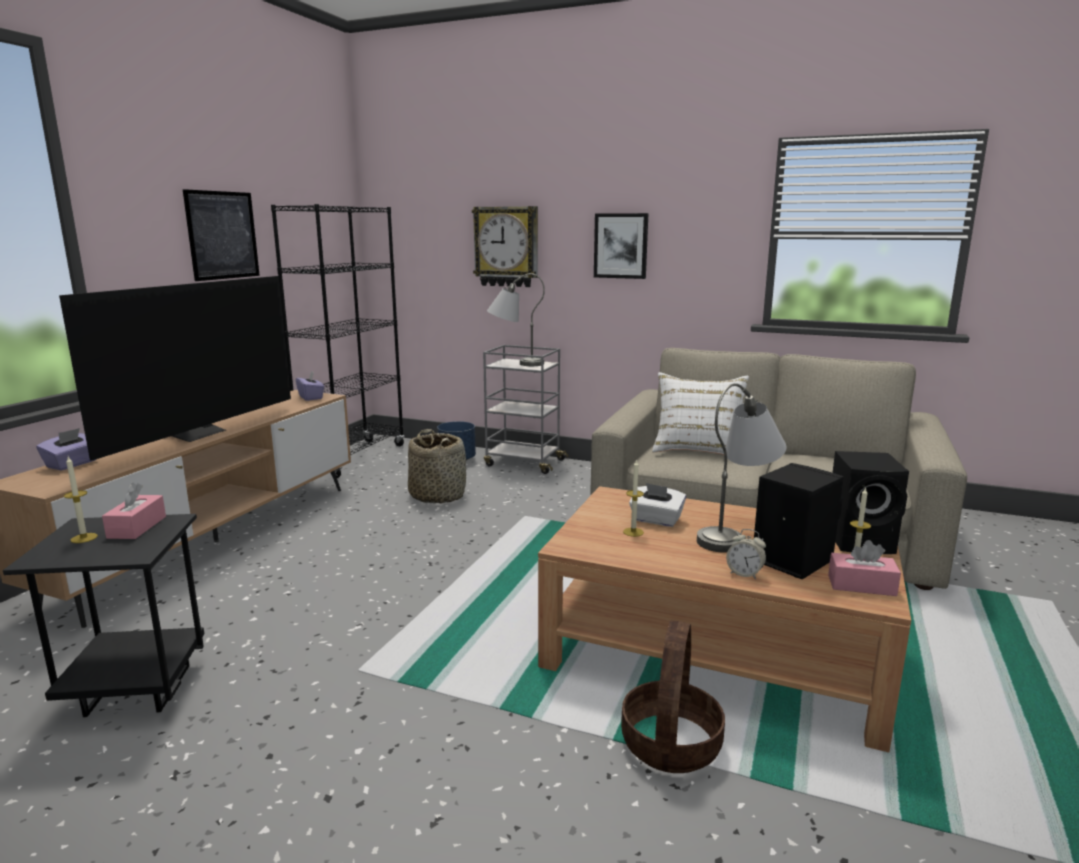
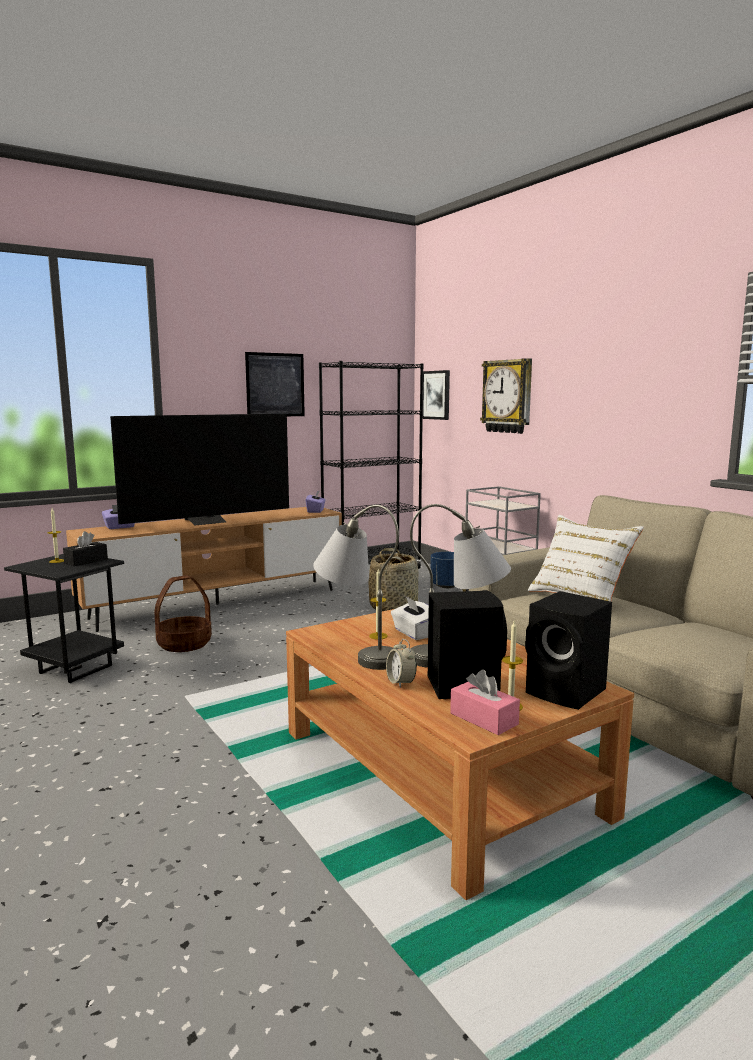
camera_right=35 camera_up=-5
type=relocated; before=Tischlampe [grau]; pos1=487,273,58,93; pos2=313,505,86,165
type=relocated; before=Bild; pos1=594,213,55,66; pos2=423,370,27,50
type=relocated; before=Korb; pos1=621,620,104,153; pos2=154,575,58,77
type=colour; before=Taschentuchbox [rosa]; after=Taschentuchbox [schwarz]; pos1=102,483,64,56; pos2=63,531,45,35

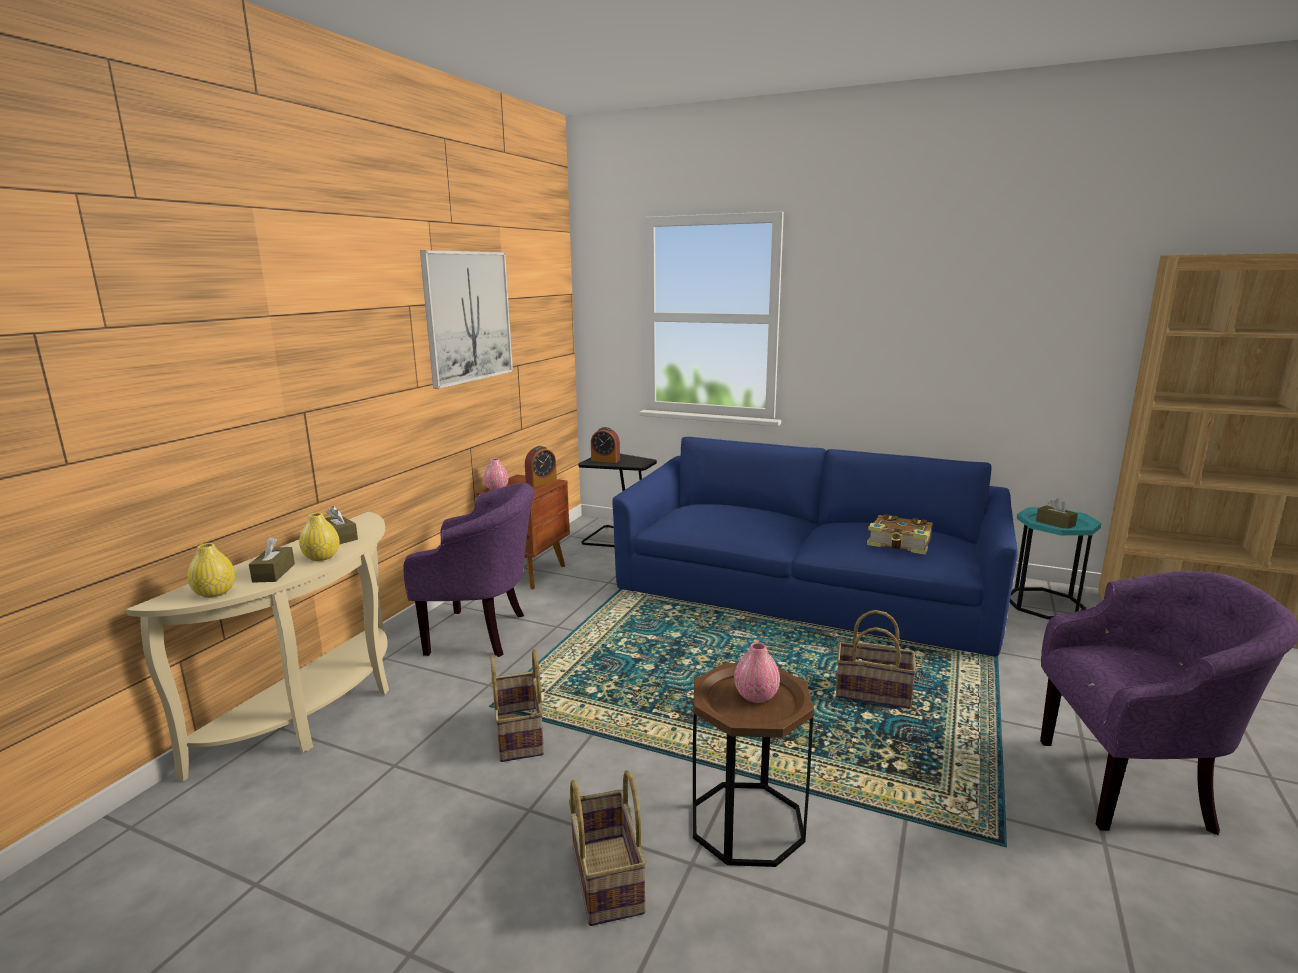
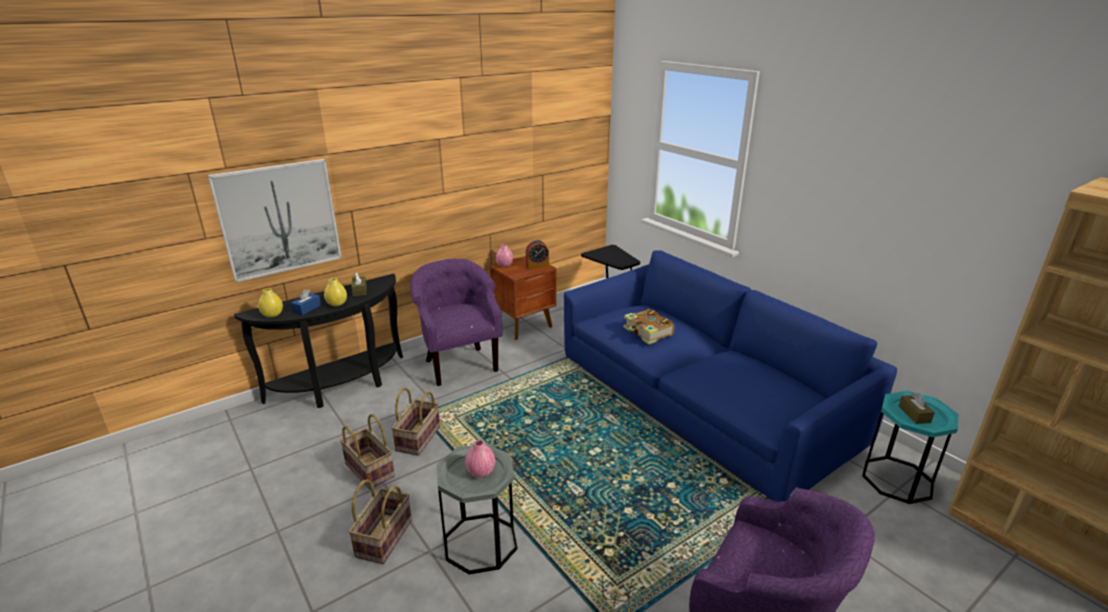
camera_right=30 camera_up=10
type=missing; before=Wecker; pos1=591,427,29,36
type=relocated; before=Bild; pos1=420,250,93,139; pos2=208,159,134,123
type=relocated; before=Korb; pos1=836,610,81,98; pos2=340,414,55,76
type=relocated; before=Buch; pos1=867,514,66,41; pos2=624,309,50,36
type=colour; before=Konsolentisch [beige]; after=Konsolentisch [schwarz]; pos1=126,512,263,269; pos2=234,274,169,134
type=colour; before=Taschentuchbox [braun]; after=Taschentuchbox [blau]; pos1=249,537,46,46; pos2=291,289,30,26
type=colour; before=Beistelltisch [braun]; after=Beistelltisch [grau]; pos1=693,663,121,204; pos2=437,444,80,130
type=spun; before=Sessel [lila]; pos1=403,483,132,174; pos2=410,259,93,127; turn=-150

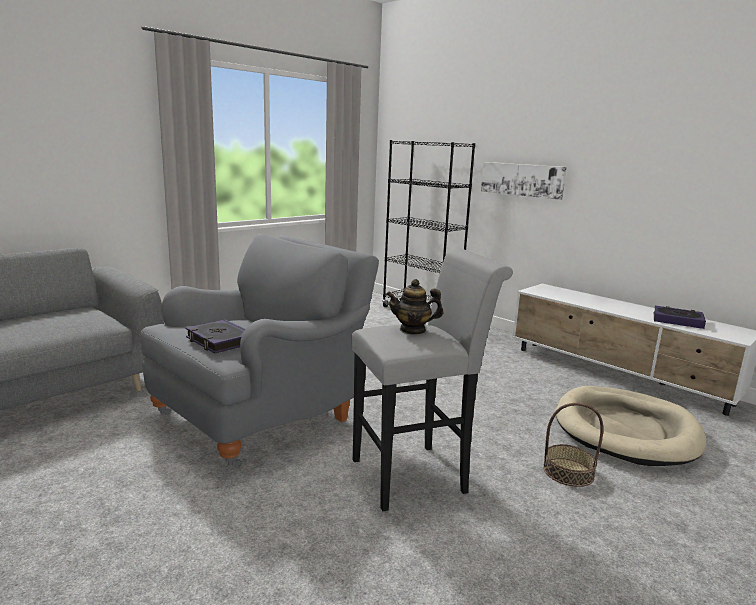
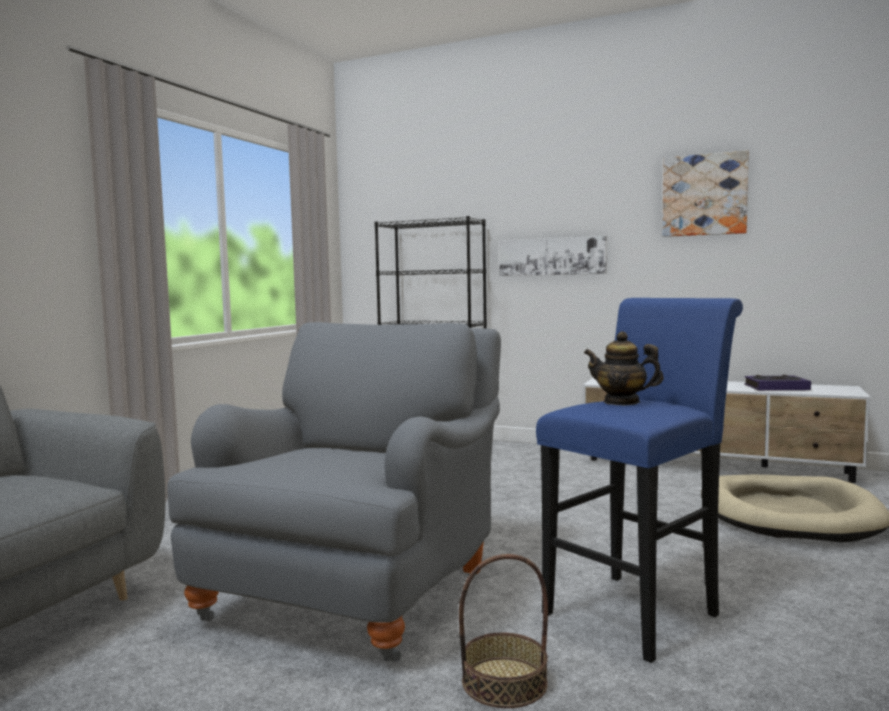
camera_right=-20 camera_up=-10
type=missing; before=Buch; pos1=186,319,59,35
type=appeared; after=Bild; pos2=662,150,87,87
type=relocated; before=Korb; pos1=543,403,60,84; pos2=459,554,89,154
type=colour; before=Hocker [grau]; after=Hocker [blau]; pos1=351,248,162,263; pos2=536,298,207,365
type=spun; before=Teekanne; pos1=386,279,57,56; pos2=584,331,80,74; turn=45

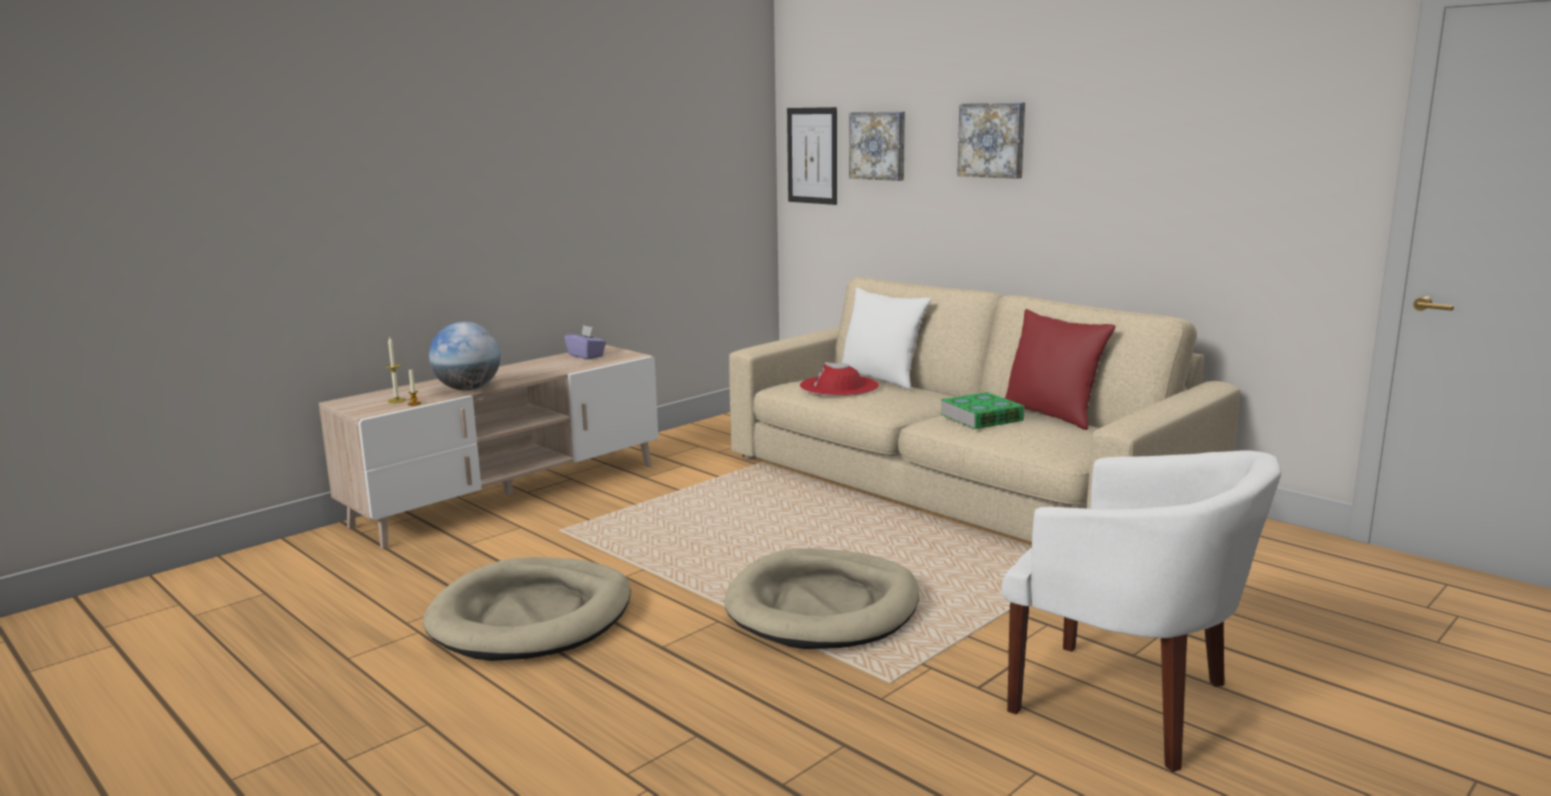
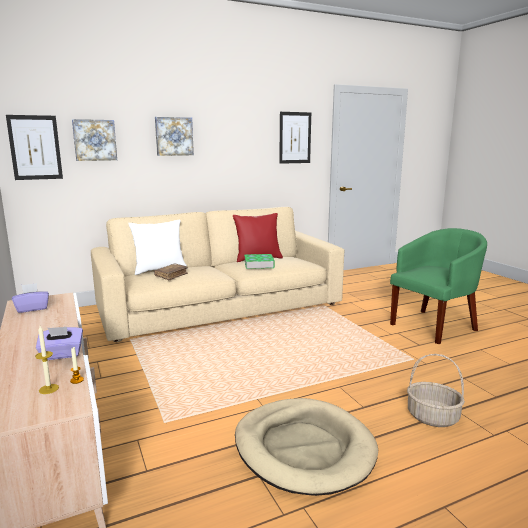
camera_right=-70 camera_up=0
type=missing; before=Hundebett [beige]; pos1=724,548,195,101
type=appeared; after=Bild; pos2=279,112,32,52
type=appeared; after=Korb; pos2=407,354,58,73
type=exchanged; before=Globus; after=Taschentuchbox [lila]; pos1=429,322,72,69; pos2=36,327,47,33
type=exchanged; before=Hut [rot]; after=Buch [braun]; pos1=800,362,79,34; pos2=154,264,34,17
type=colour; before=Sessel [weiß]; after=Sessel [grün]; pos1=1002,450,279,322; pos2=390,228,97,116

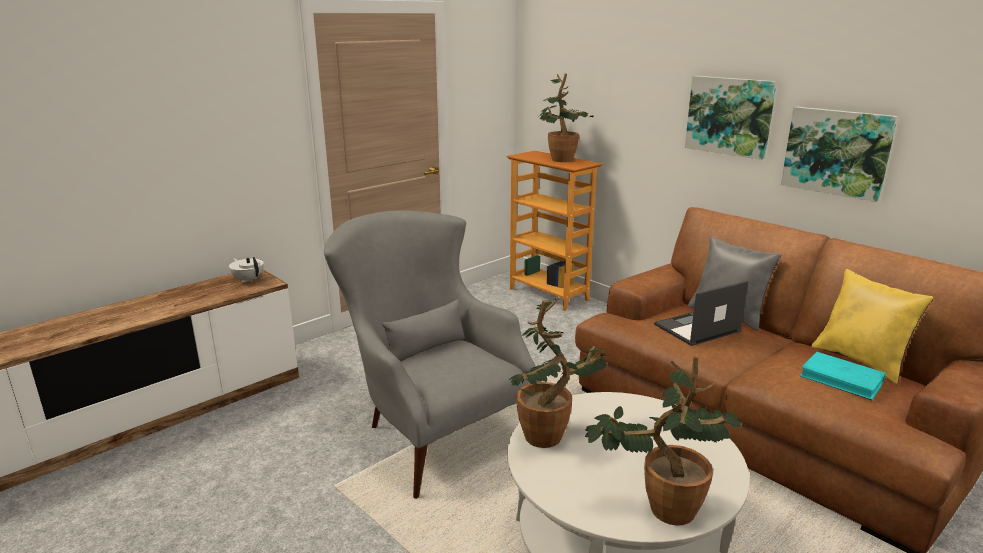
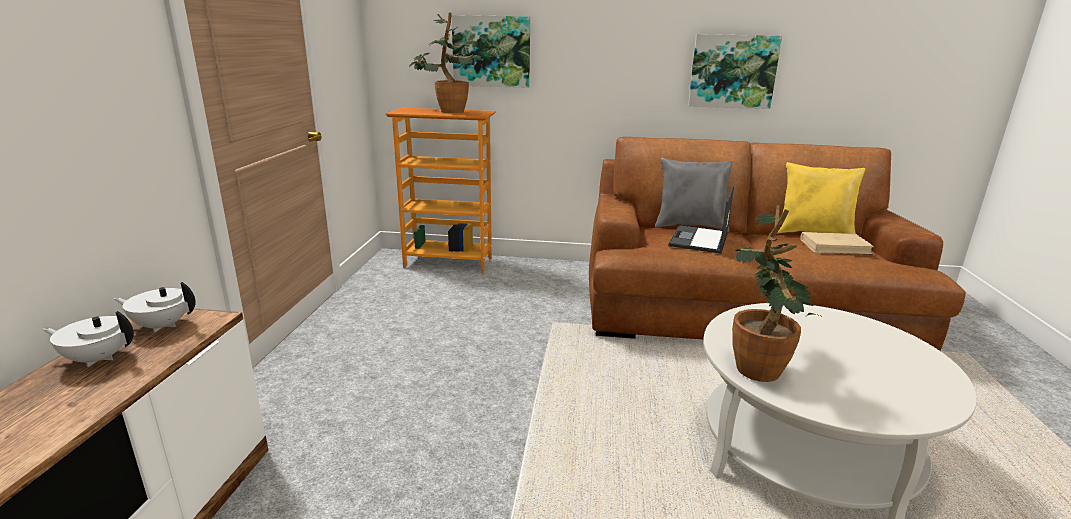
camera_right=-40 camera_up=0
type=missing; before=Sessel [grau]; pos1=324,210,215,289
type=missing; before=Topfpflanze; pos1=585,357,156,169
type=appeared; after=Teekanne [weiß]; pos2=42,311,92,56
type=relocated; before=Bild; pos1=685,76,92,84; pos2=451,15,79,73
type=colour; before=Buch [türkis]; after=Buch [beige]; pos1=800,352,86,48; pos2=800,232,74,23

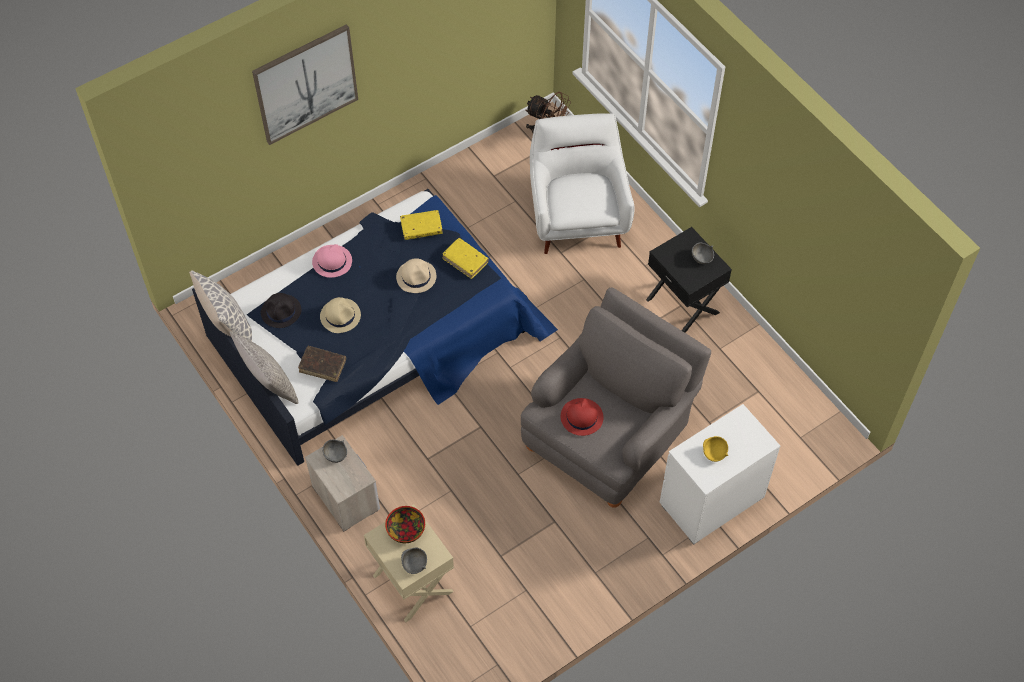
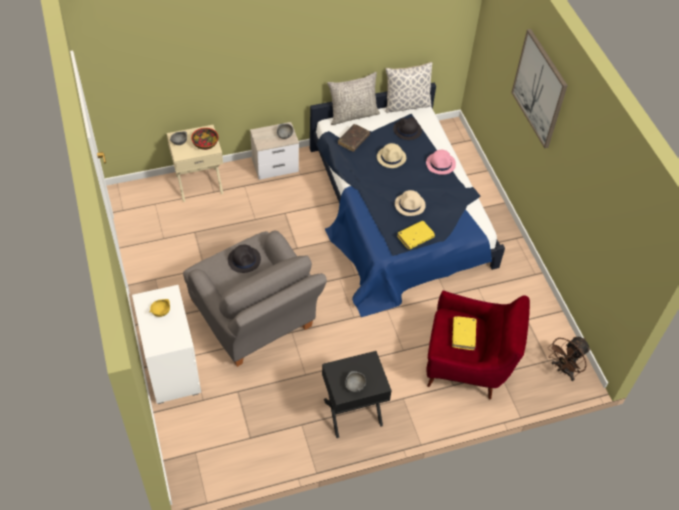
camera_right=105 camera_up=-5
type=relocated; before=Buch [gelb]; pos1=400,210,43,30; pos2=452,317,24,33
type=colour; before=Sessel [weiß]; after=Sessel [rot]; pos1=530,113,104,141; pos2=427,291,103,108
type=colour; before=Hut [rot]; after=Hut [schwarz]; pos1=561,398,42,38; pos2=228,244,33,29

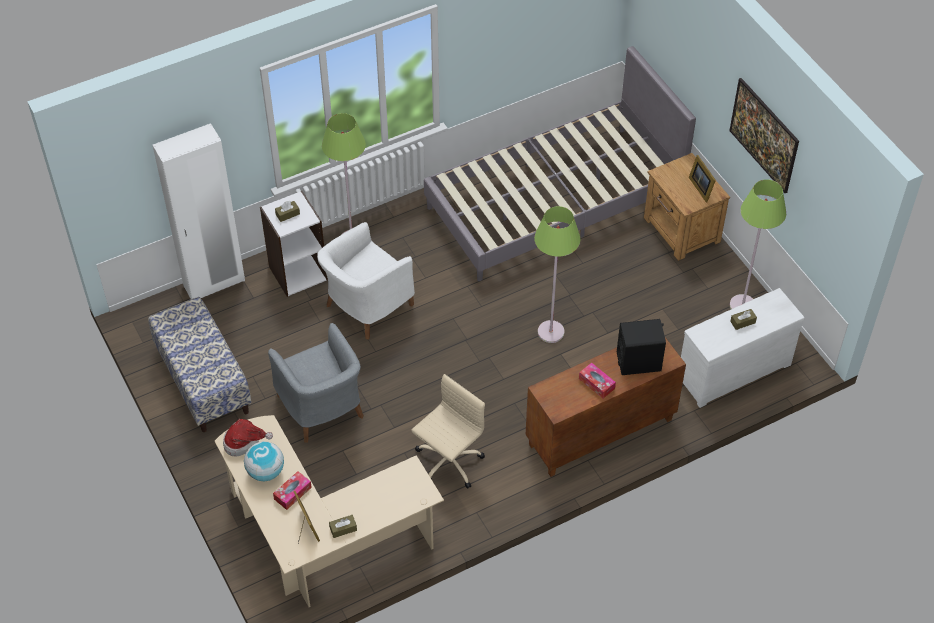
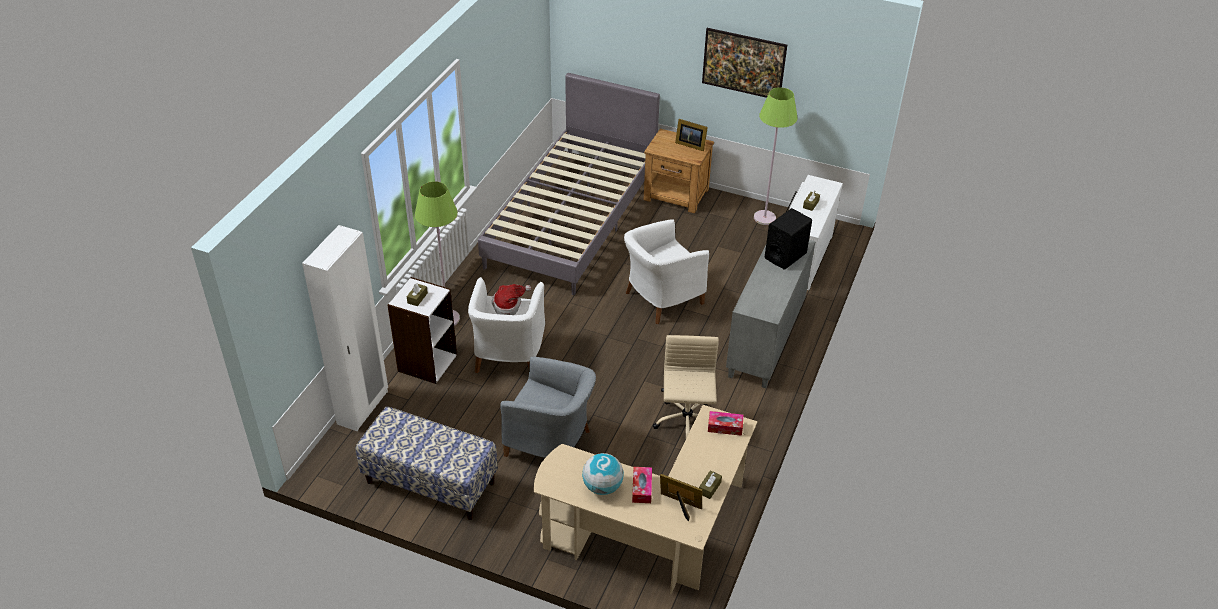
camera_right=-40 camera_up=-10
type=relocated; before=Hut; pos1=223,419,50,38; pos2=492,284,39,31
type=relocated; before=Taschentuchbox; pos1=579,363,37,35; pos2=708,411,36,25
type=exchanged; before=Stehlampe [grün]; after=Sessel [weiß]; pos1=534,206,46,137; pos2=624,219,85,105
type=colour; before=Schrank [braun]; after=Schrank [grau]; pos1=526,337,160,140; pos2=726,240,90,148

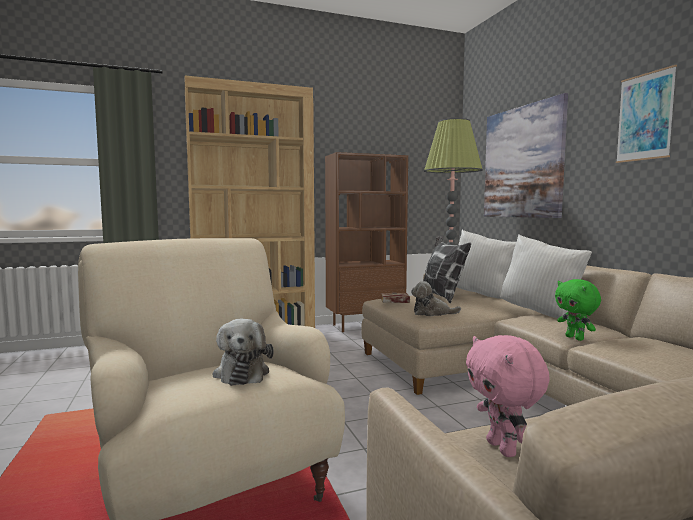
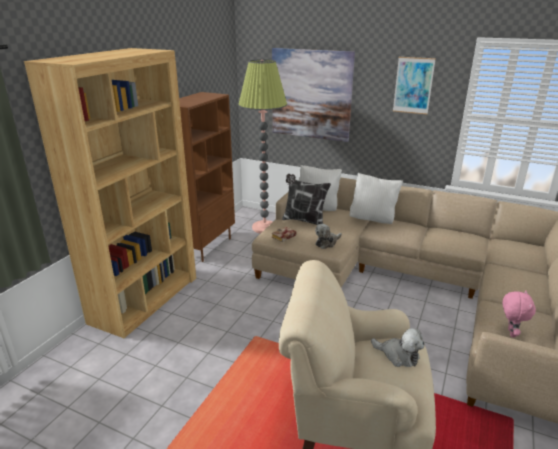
camera_right=-45 camera_up=20
type=missing; before=Plüschtier [grün]; pos1=555,279,46,62
type=spun; before=Plüschtier [rosa]; pos1=466,335,84,122; pos2=503,290,33,47; turn=-105

